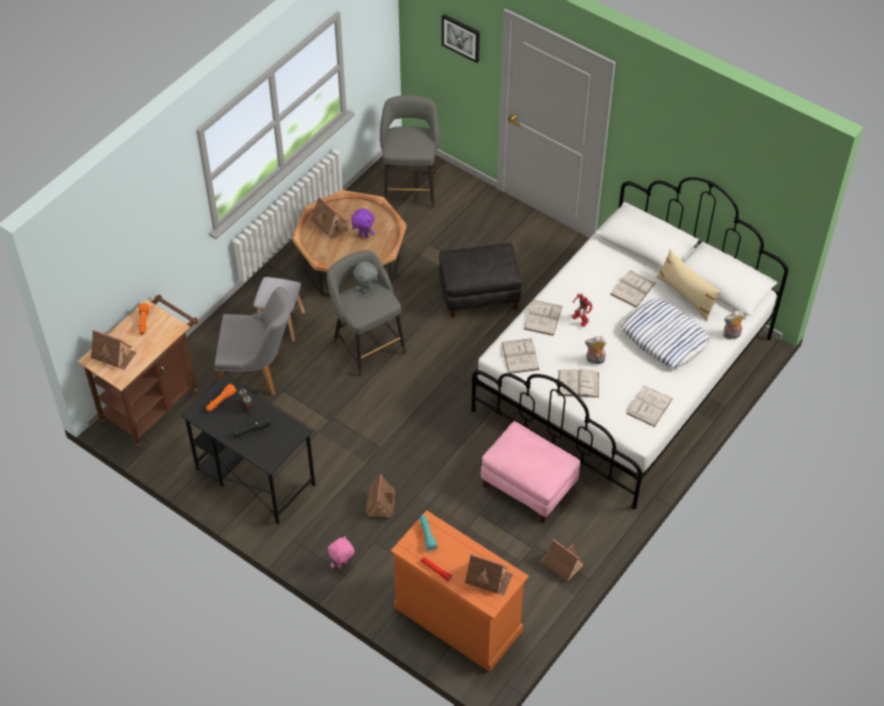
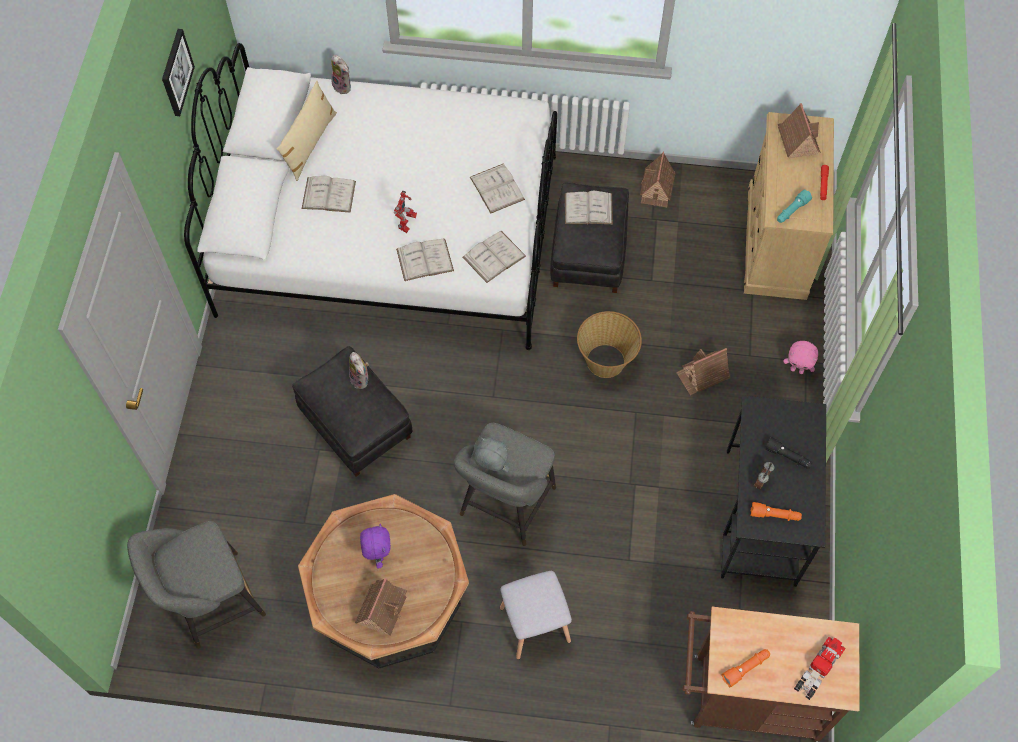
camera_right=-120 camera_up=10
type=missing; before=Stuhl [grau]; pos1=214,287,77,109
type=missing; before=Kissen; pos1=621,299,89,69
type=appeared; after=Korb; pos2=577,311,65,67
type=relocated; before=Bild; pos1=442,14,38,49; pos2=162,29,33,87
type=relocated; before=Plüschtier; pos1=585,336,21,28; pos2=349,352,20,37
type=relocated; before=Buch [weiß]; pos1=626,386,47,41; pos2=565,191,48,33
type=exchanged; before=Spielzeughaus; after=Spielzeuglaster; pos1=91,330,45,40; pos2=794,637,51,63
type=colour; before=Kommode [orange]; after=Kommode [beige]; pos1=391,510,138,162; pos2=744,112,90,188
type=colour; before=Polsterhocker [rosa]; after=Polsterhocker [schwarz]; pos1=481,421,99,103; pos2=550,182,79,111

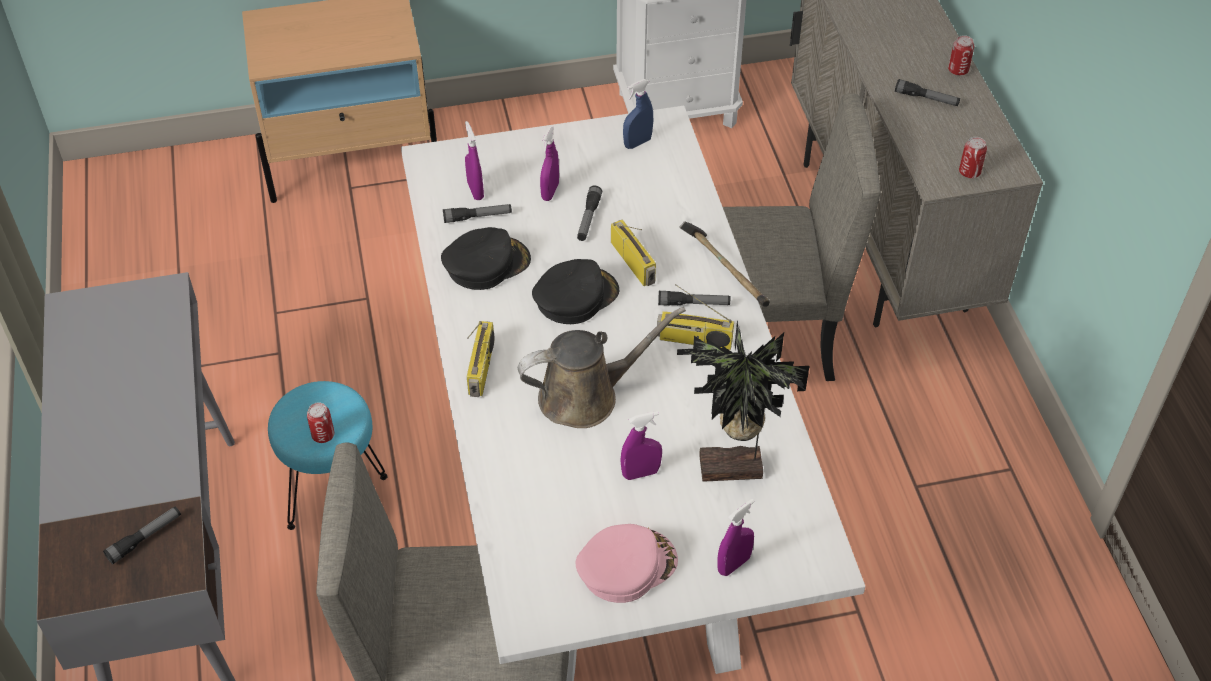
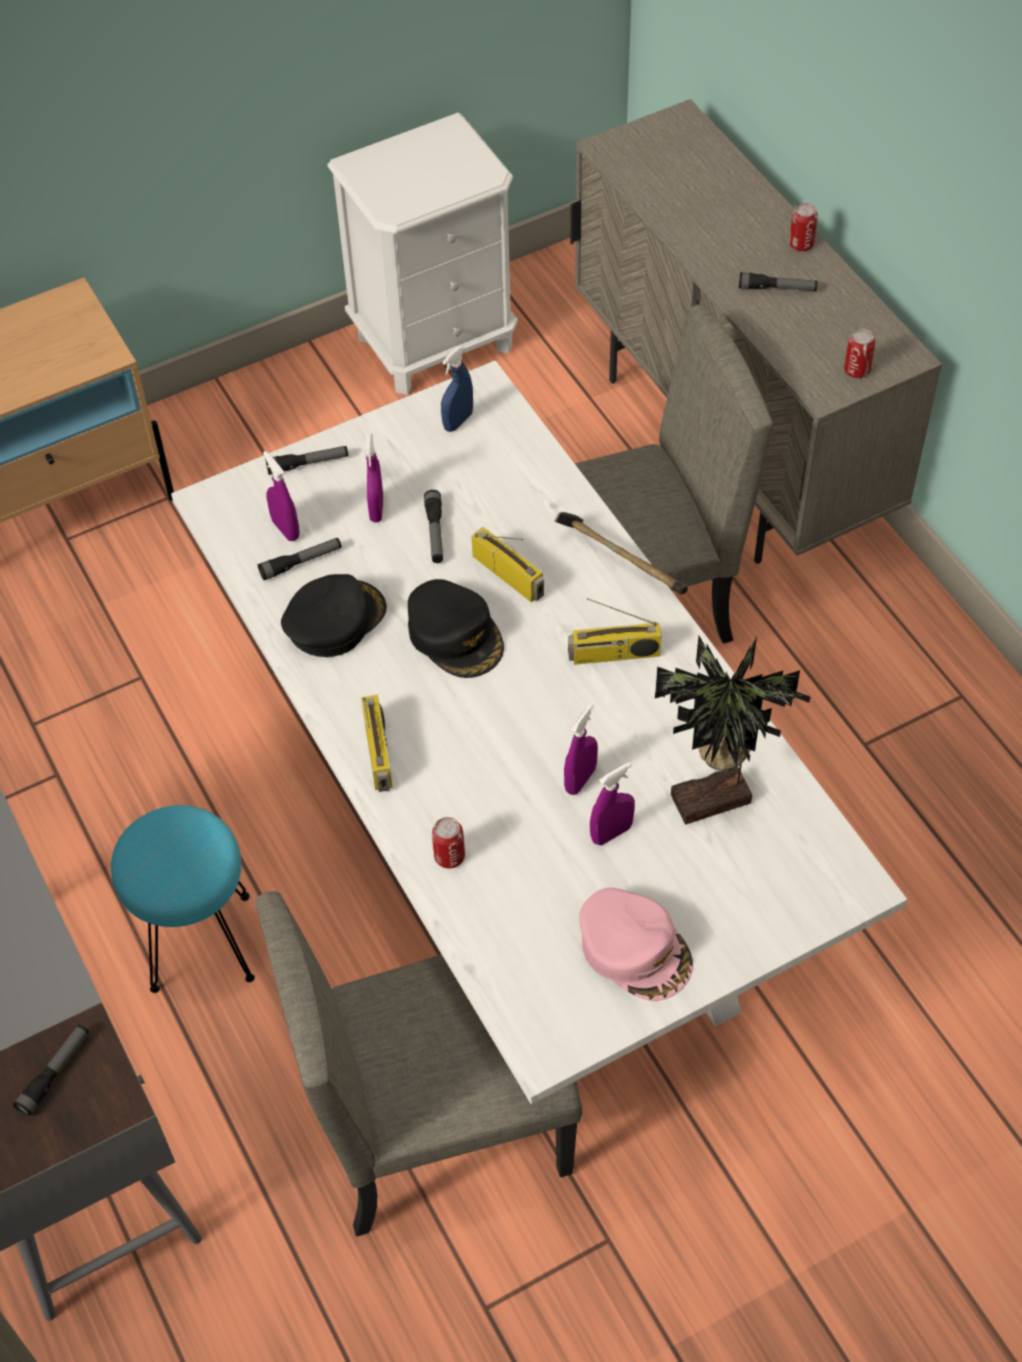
camera_right=-15 camera_up=5
type=missing; before=Gießkanne [braun]; pos1=518,307,168,121
type=relocated; before=Dose; pos1=307,402,28,41; pos2=432,817,33,52
type=relocated; before=Taschenlampe; pos1=658,291,72,15; pos2=265,446,84,29
type=relocated; before=Sprühflasche [lila]; pos1=717,499,37,77; pos2=564,703,34,92
type=spun; before=Kappe [schwarz]; pos1=532,259,88,65; pos2=408,579,96,99; turn=105
type=spun; before=Kappe [rosa]; pos1=575,524,103,79; pos2=579,888,114,113; turn=90

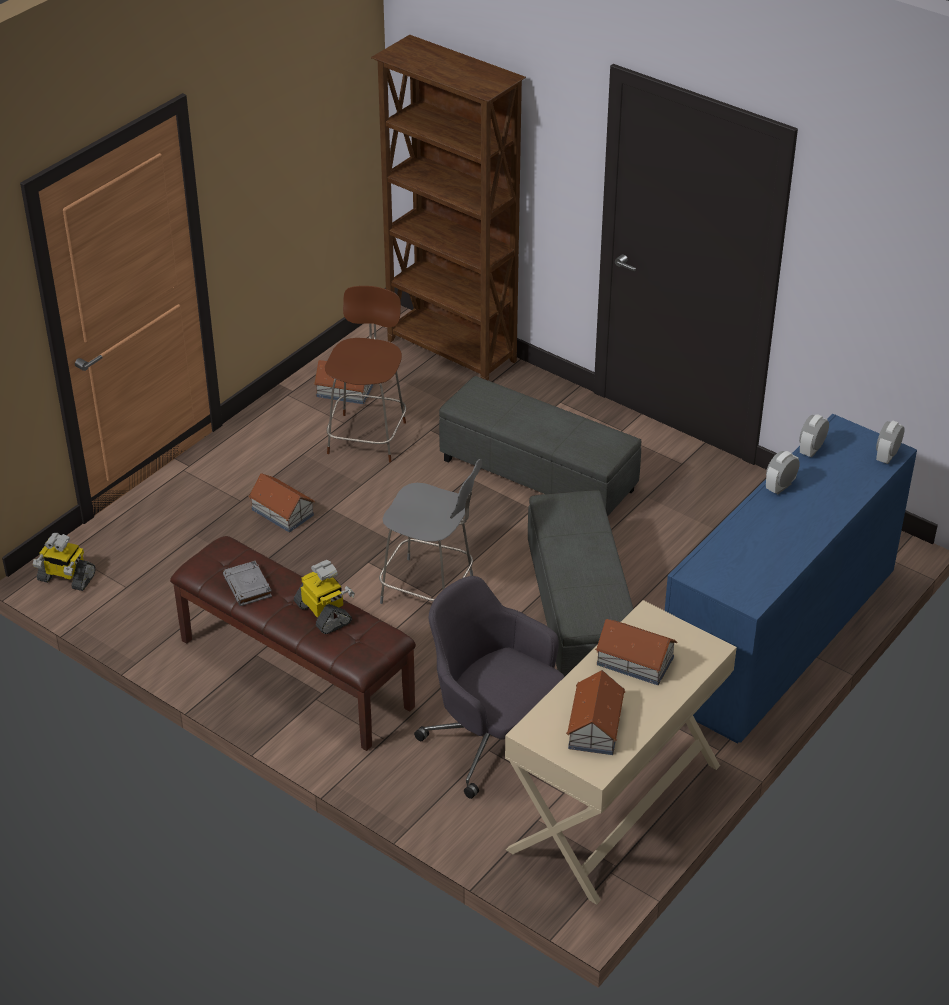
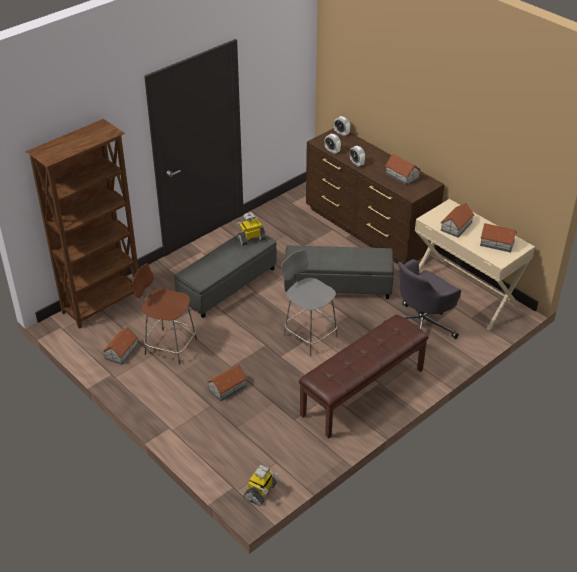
camera_right=-80 camera_up=0
type=missing; before=Buch [grau]; pos1=223,561,49,45
type=appeared; after=Spielzeughaus; pos2=385,154,36,31
type=relocated; before=Spielzeugroboter; pos1=294,560,61,74; pos2=236,212,30,34
type=colour; before=Kommode [blau]; after=Kommode [braun]; pos1=665,414,252,330; pos2=306,128,139,137
type=spun; before=Stuhl [grau]; pos1=379,459,103,145; pos2=281,250,57,105; turn=-75

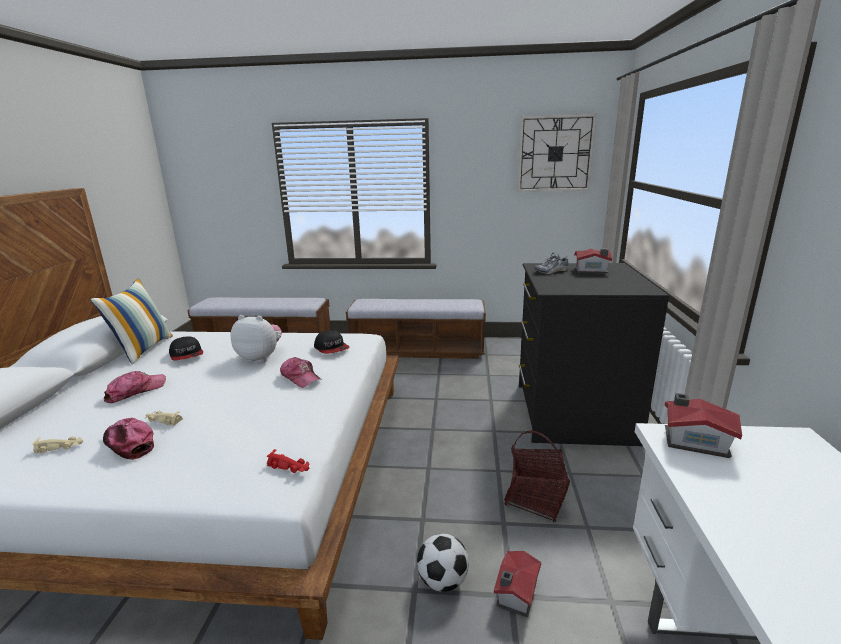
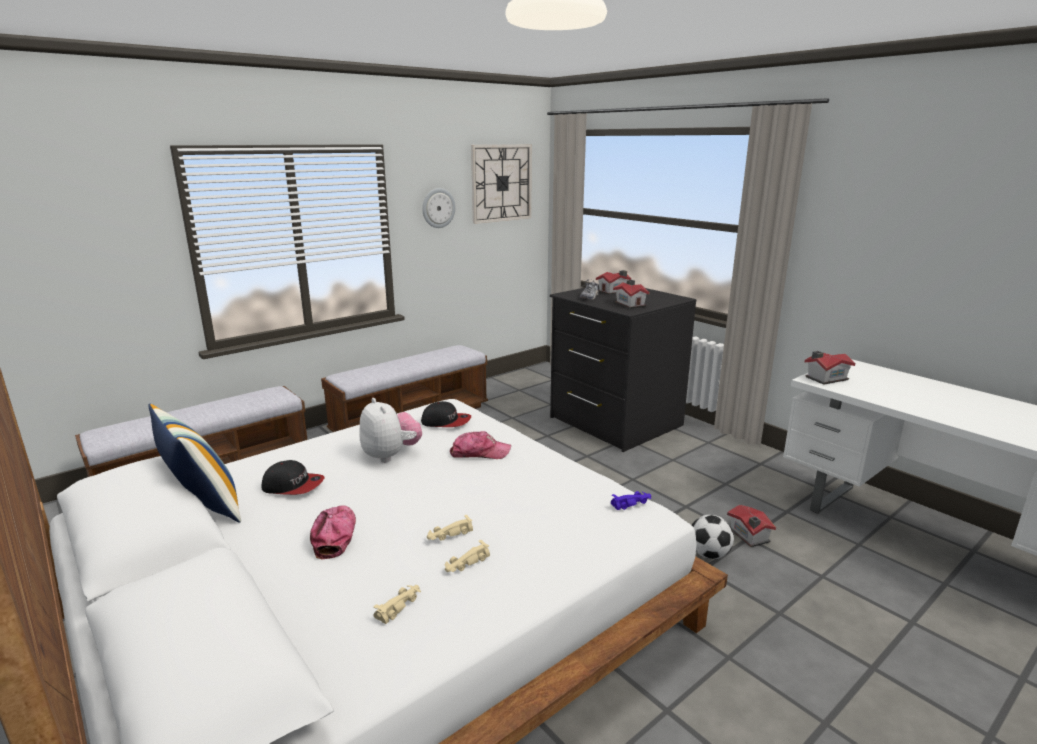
camera_right=-45 camera_up=0
type=missing; before=Korb; pos1=504,431,66,91
type=appeared; after=Wanduhr; pos2=422,188,33,40
type=appeared; after=Spielzeughaus; pos2=613,280,37,29
type=exchanged; before=Kappe; after=Spielzeugauto [beige]; pos1=103,418,51,42; pos2=444,540,46,32
type=colour; before=Spielzeugauto [rot]; after=Spielzeugauto [lila]; pos1=266,449,44,24; pos2=611,491,41,19
type=spun; before=Plüschtier; pos1=230,315,52,48; pos2=359,398,63,65; turn=90

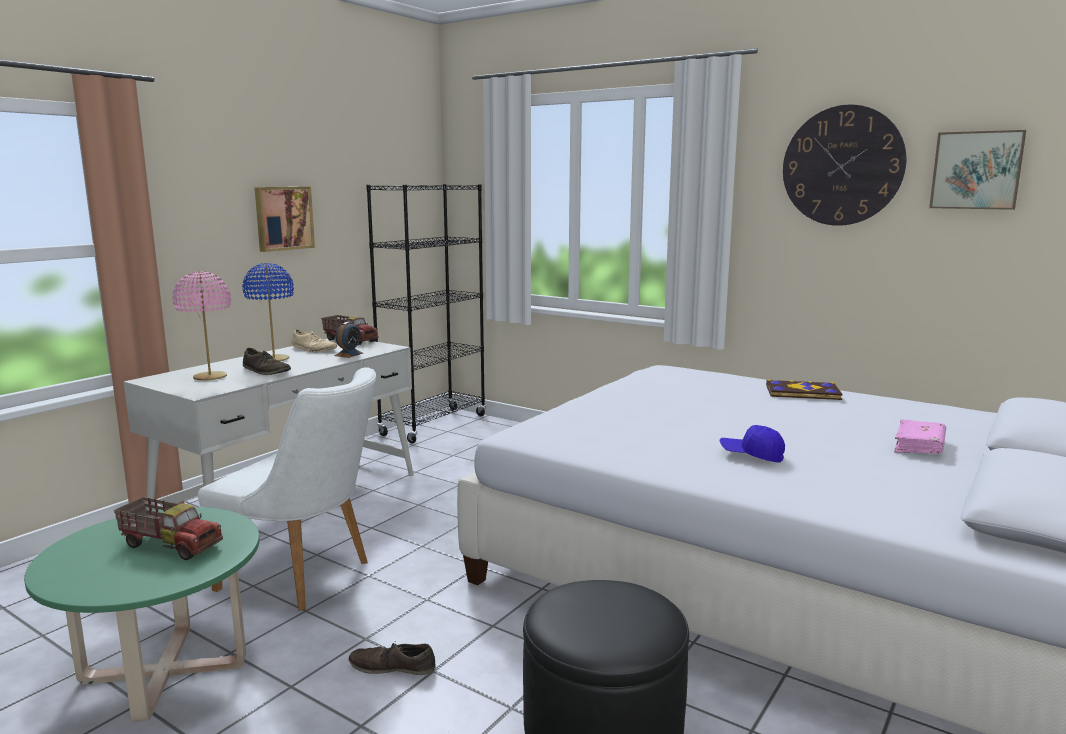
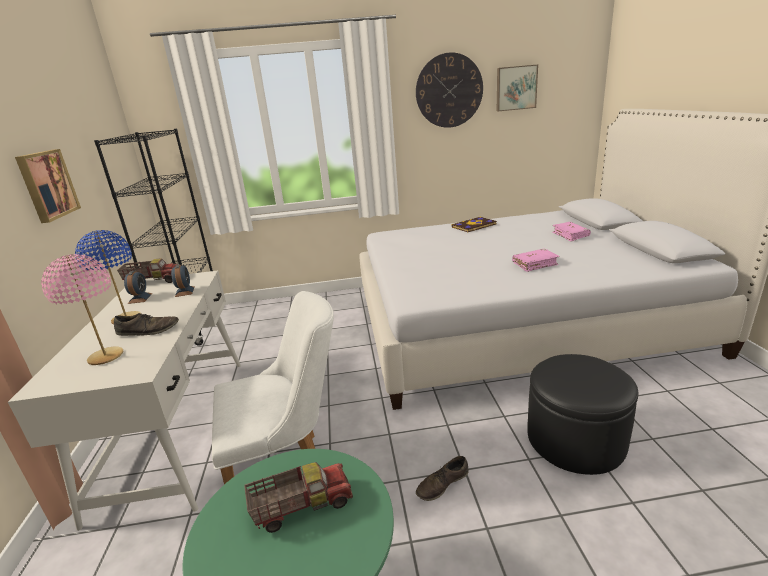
camera_right=-40 camera_up=10
type=exchanged; before=Schuh [beige]; after=Wecker; pos1=292,329,45,23; pos2=124,271,28,33
type=exchanged; before=Kappe [blau]; after=Buch [rosa]; pos1=720,425,65,38; pos2=512,249,48,23

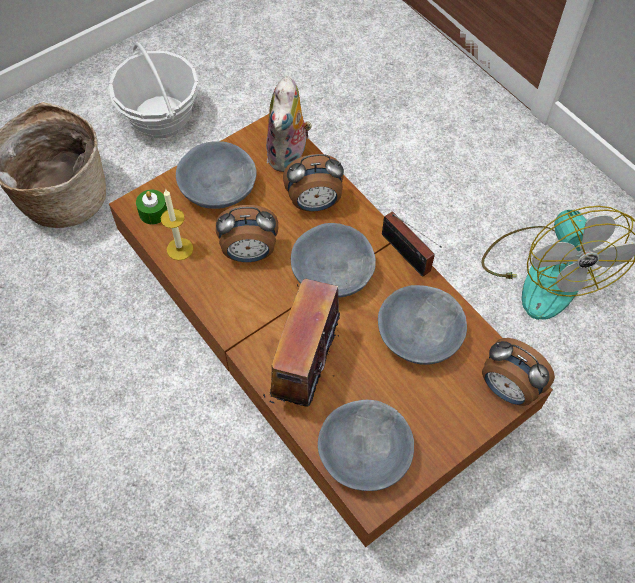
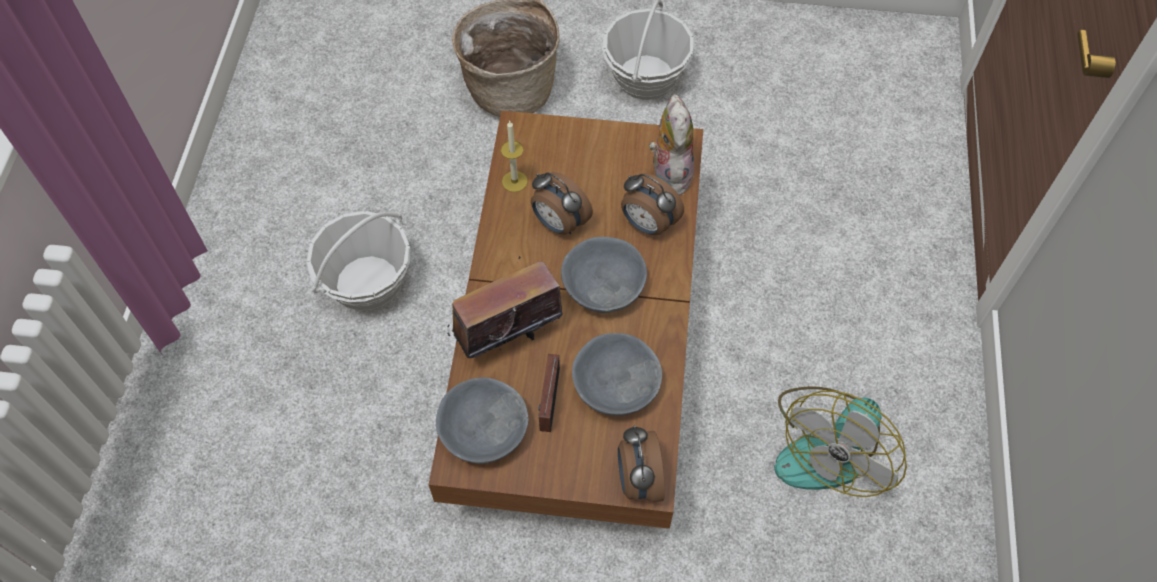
camera_right=45 camera_up=0
type=missing; before=Kerze [grün]; pos1=136,190,31,35
type=missing; before=Schüssel [grau]; pos1=176,141,81,68
type=appeared; after=Korb; pos2=307,211,103,101
type=relocated; before=Radio; pos1=382,211,60,66; pos2=538,354,22,78
type=spun; before=Plüschtier; pos1=266,76,46,96; pos2=649,94,45,101; turn=120

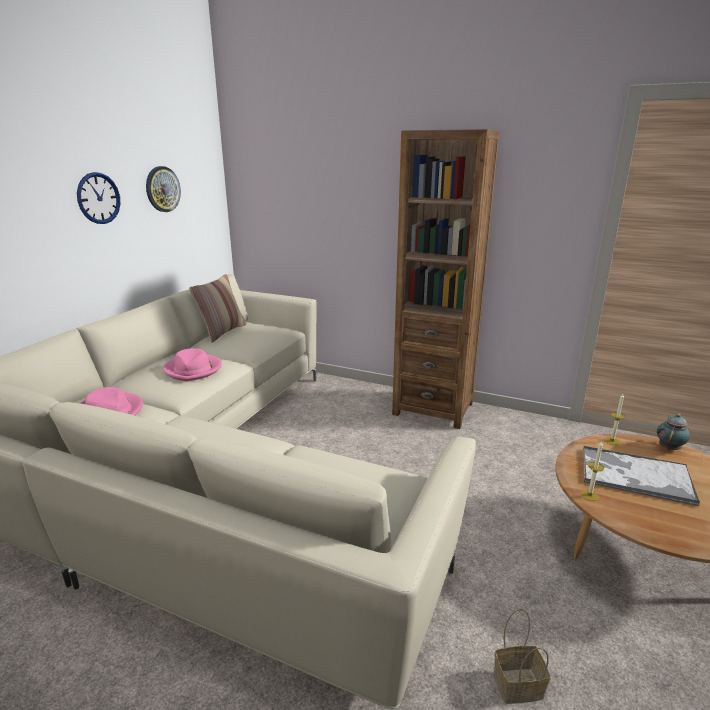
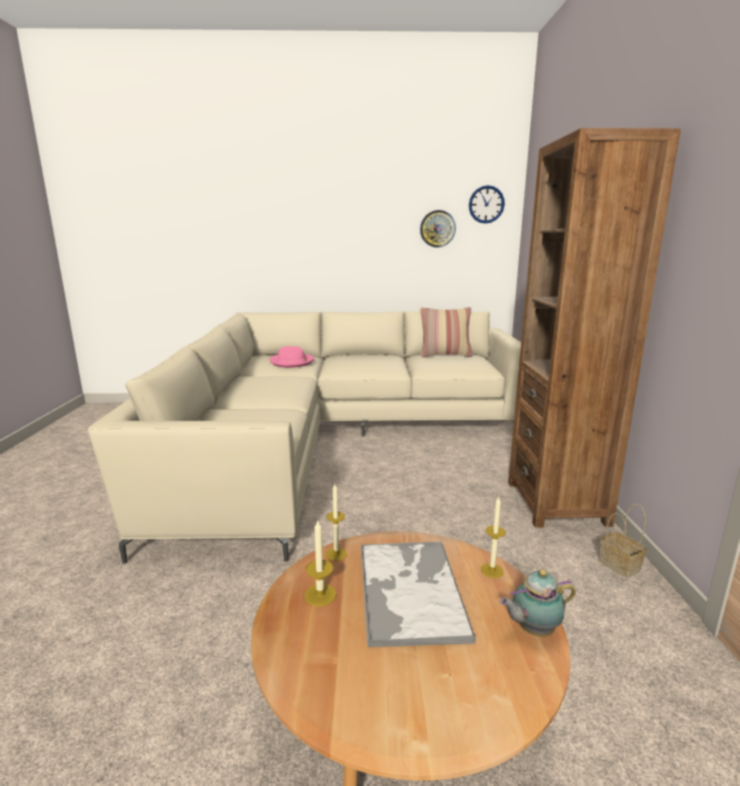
camera_right=65 camera_up=-5
type=missing; before=Hut [rosa]; pos1=163,348,59,33
type=appeared; after=Kerze; pos2=304,519,32,87
type=relocated; before=Wanduhr; pos1=77,172,43,52; pos2=469,185,36,39
type=relocated; before=Korb; pos1=494,609,57,95; pos2=599,504,48,74
type=spun; before=Teekanne; pos1=657,413,33,37; pos2=500,570,75,67; turn=150

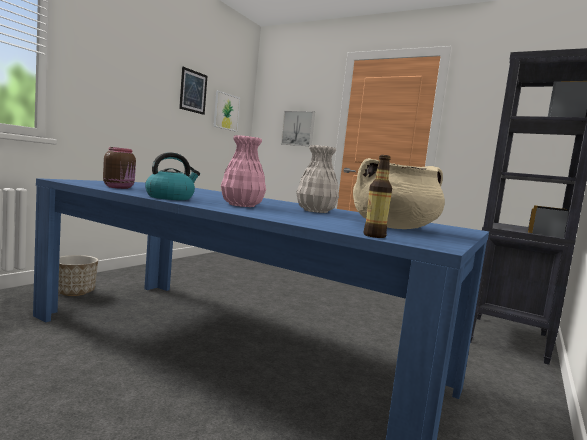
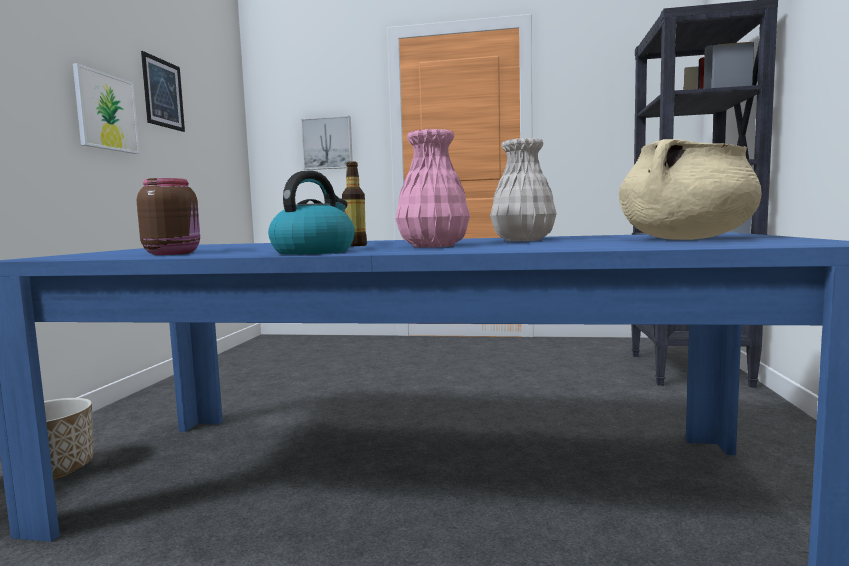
camera_right=-20 camera_up=0
type=relocated; before=Bild; pos1=213,90,27,42; pos2=73,63,67,91
type=relocated; before=Flasche; pos1=364,155,28,83; pos2=342,161,25,85

